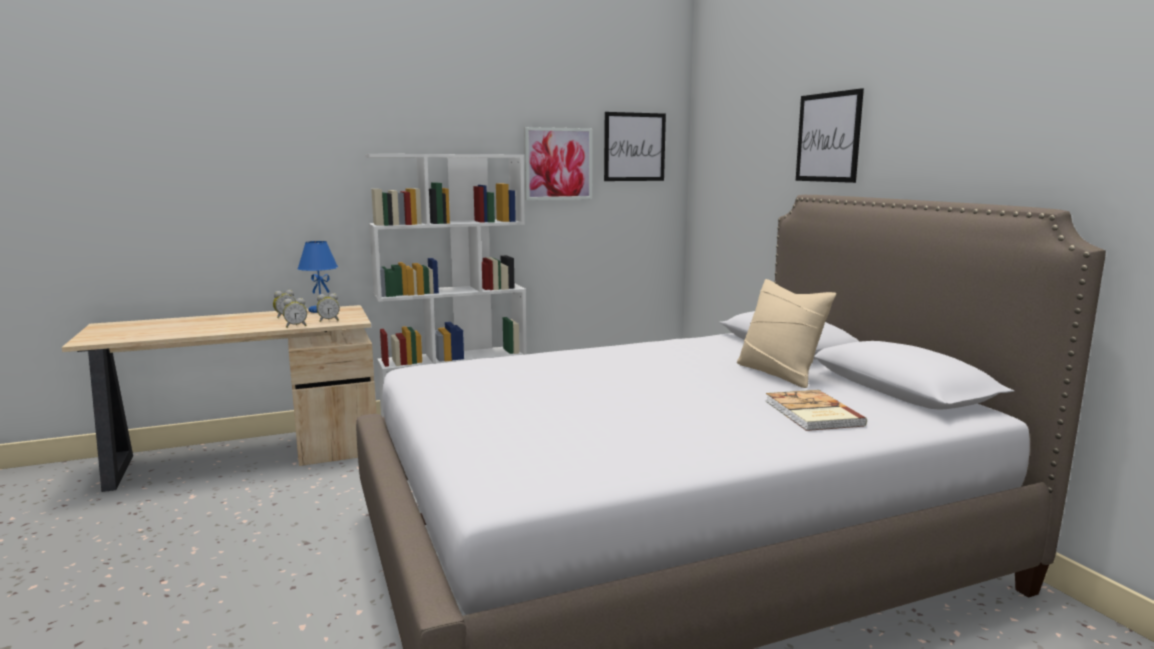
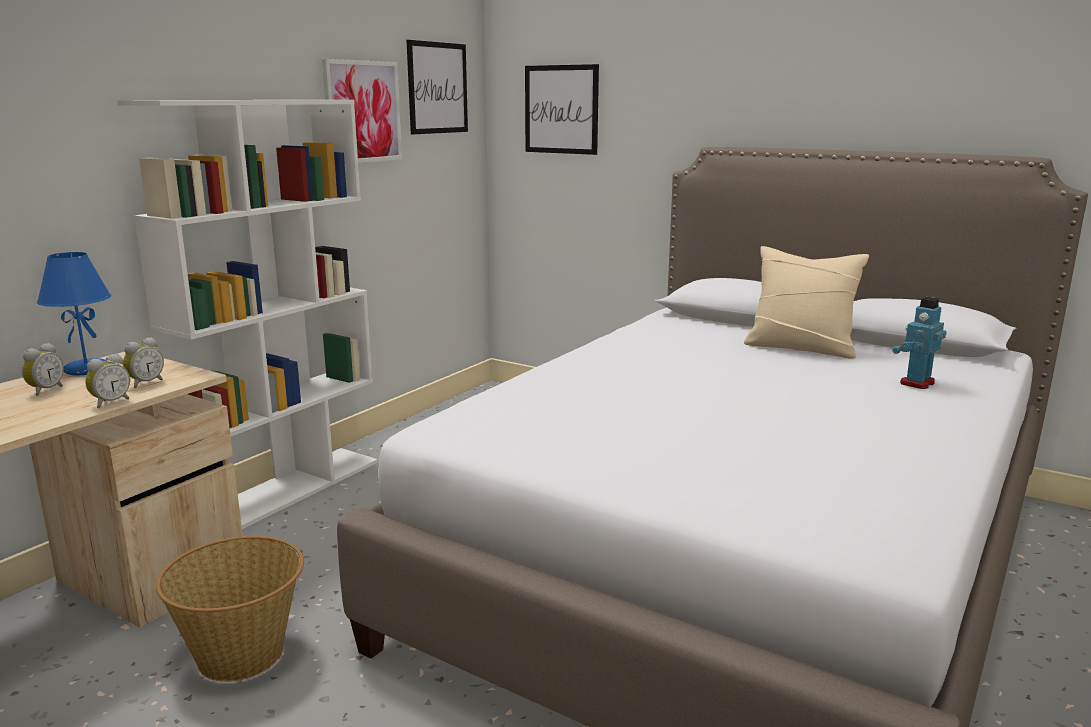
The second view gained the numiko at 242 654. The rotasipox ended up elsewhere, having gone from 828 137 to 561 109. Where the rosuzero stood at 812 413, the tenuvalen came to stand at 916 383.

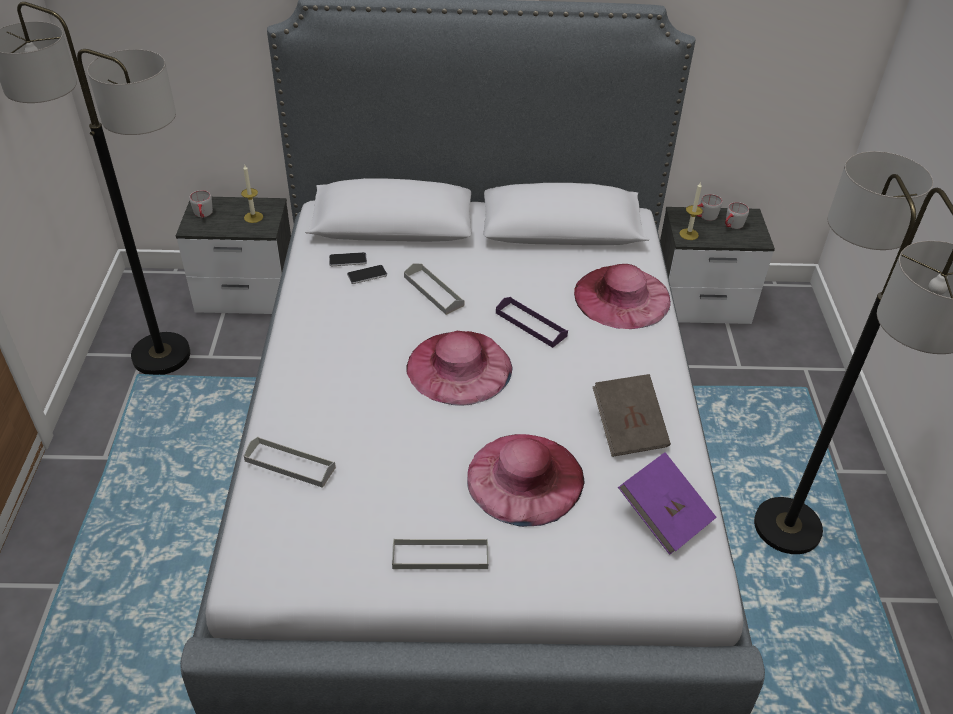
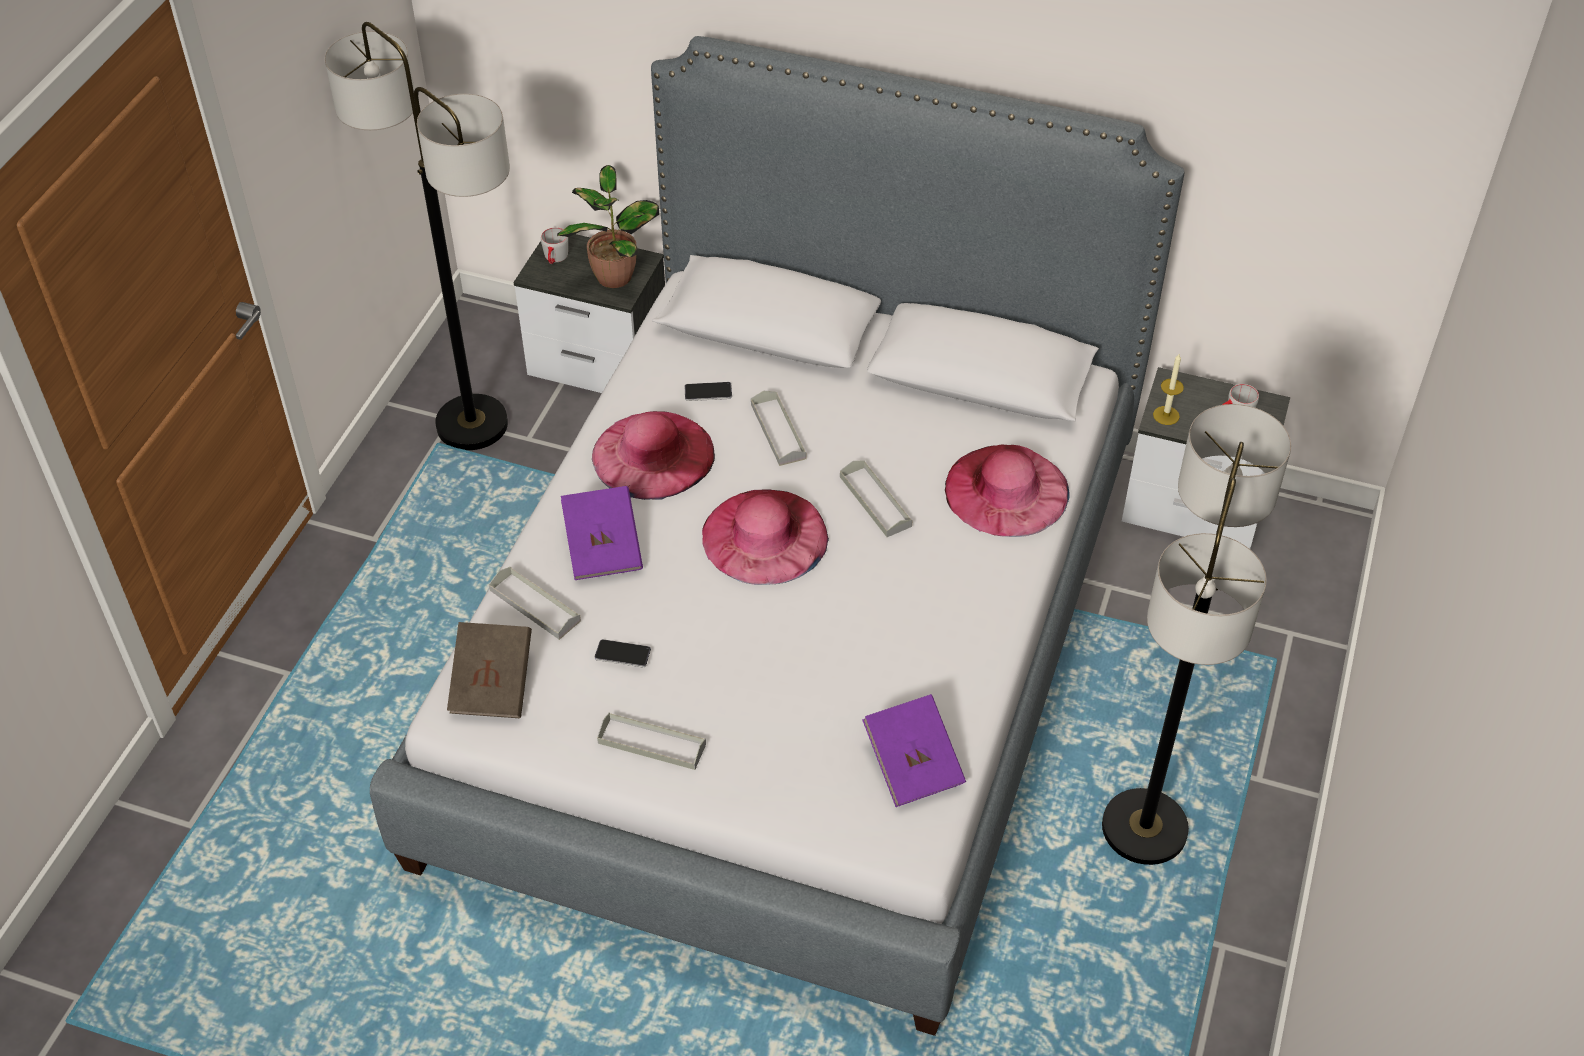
The brown_rosuzero ended up elsewhere, having gone from 629 428 to 493 685. Where the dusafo stood at 253 217, the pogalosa came to stand at 614 274. The second view gained the purple_rosuzero at 603 548. The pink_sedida ended up elsewhere, having gone from 525 478 to 653 454. The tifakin ended up elsewhere, having gone from 347 260 to 622 654. What was the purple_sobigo at 531 324 turned into the grey_sobigo at 875 501. The second view lost the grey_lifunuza at 704 216.

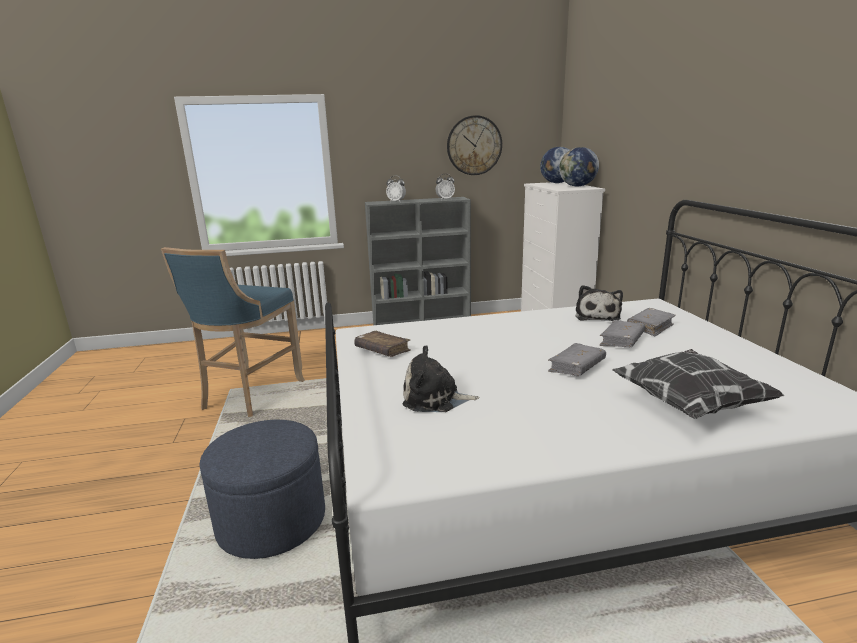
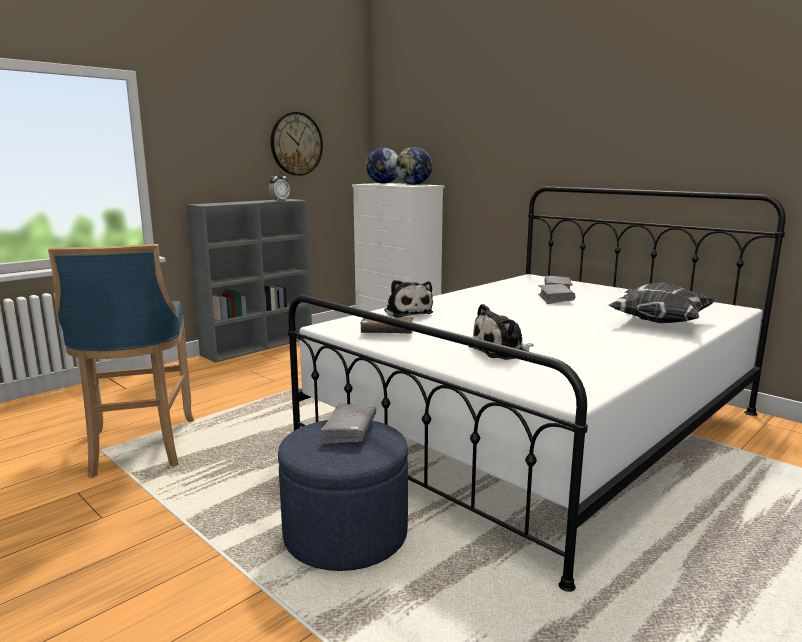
The grey_rosuzero ended up elsewhere, having gone from 576 367 to 349 432. The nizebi ended up elsewhere, having gone from 597 316 to 407 312. The second view lost the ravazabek at 396 201.

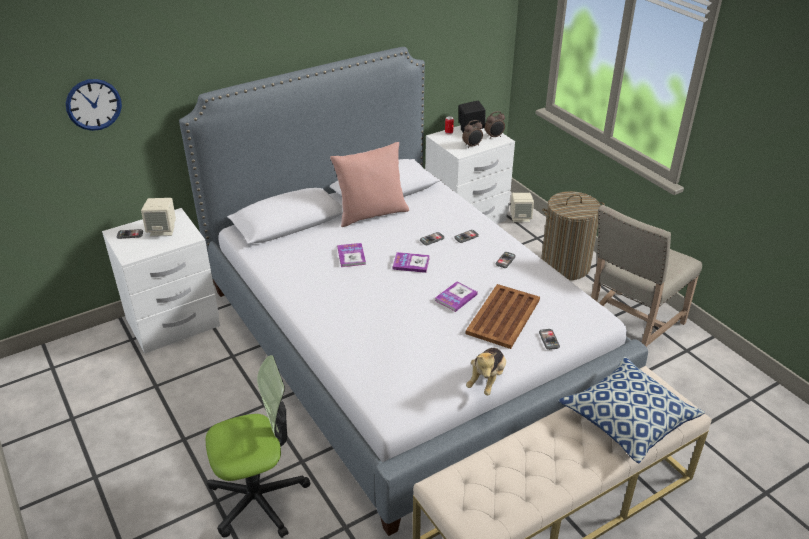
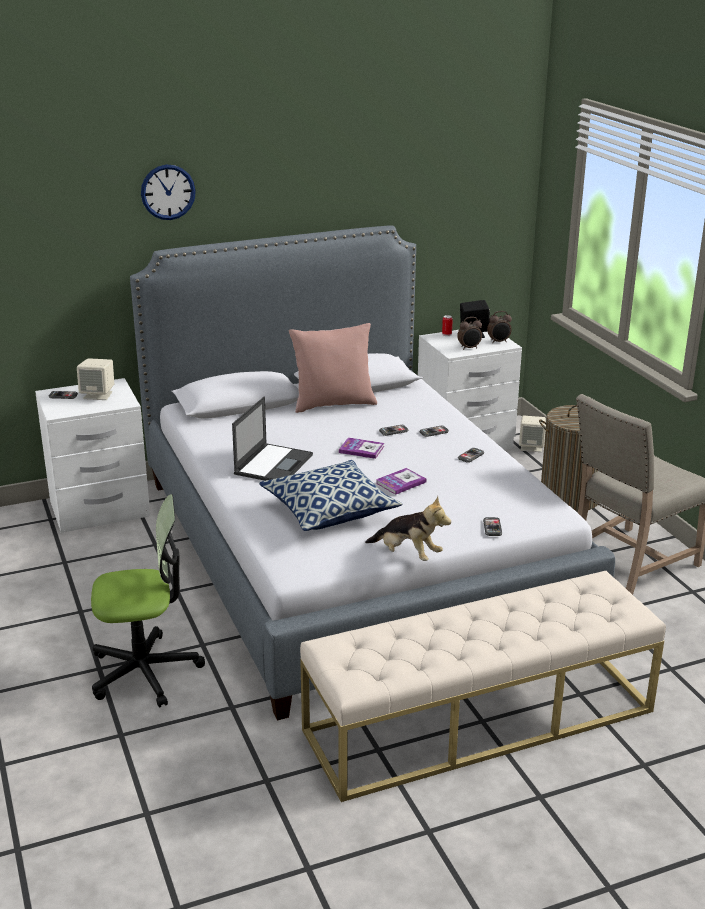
The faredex ended up elsewhere, having gone from 93 104 to 168 192. The second view gained the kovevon at 274 464. The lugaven ended up elsewhere, having gone from 627 419 to 329 511. The nizebi at 487 380 ended up facing another way, 90 degrees counterclockwise from before. The second view lost the rosuzero at 351 256. The second view lost the brown_sobigo at 504 316.

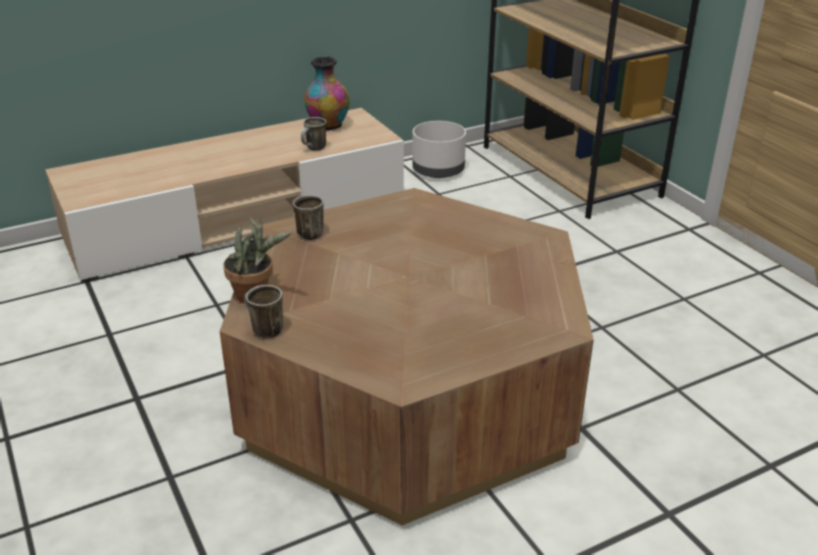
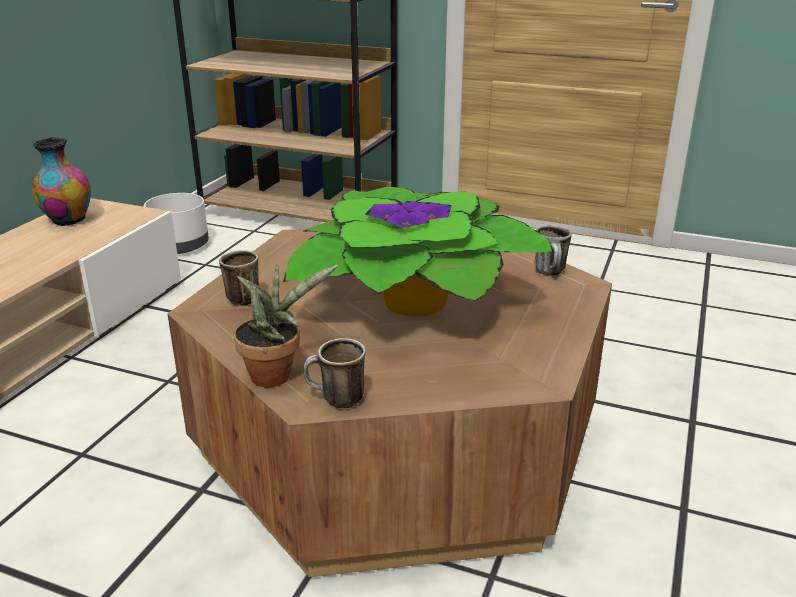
The second view gained the pogalosa at 411 298. The lifunuza ended up elsewhere, having gone from 314 149 to 551 273.

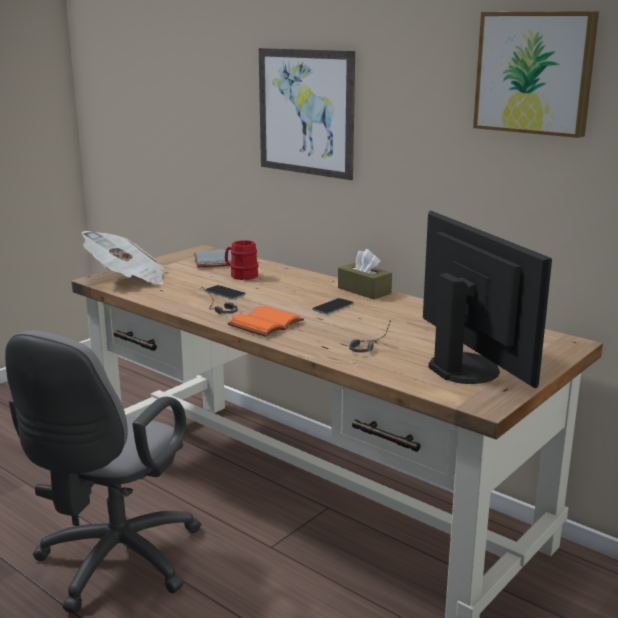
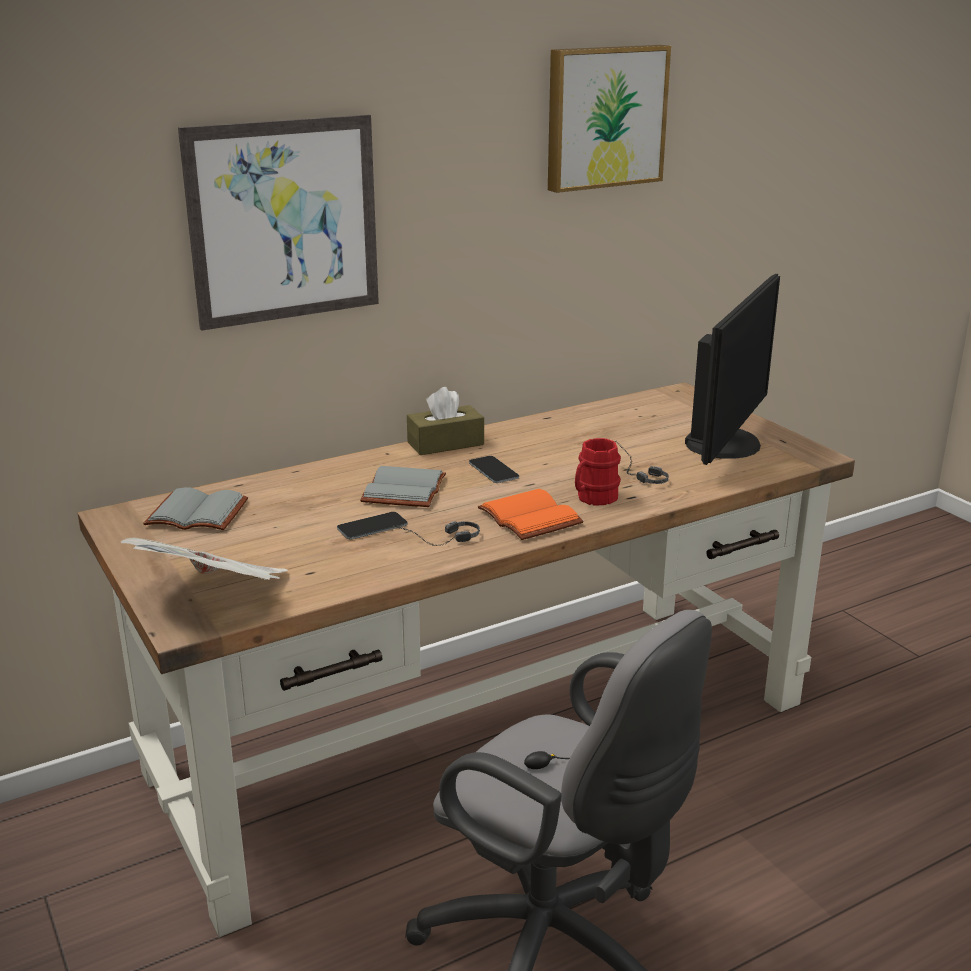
The second view gained the grey_rosuzero at 406 491. The red_lifunuza ended up elsewhere, having gone from 241 275 to 593 498. The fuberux at 467 368 ended up facing another way, 120 degrees clockwise from before.

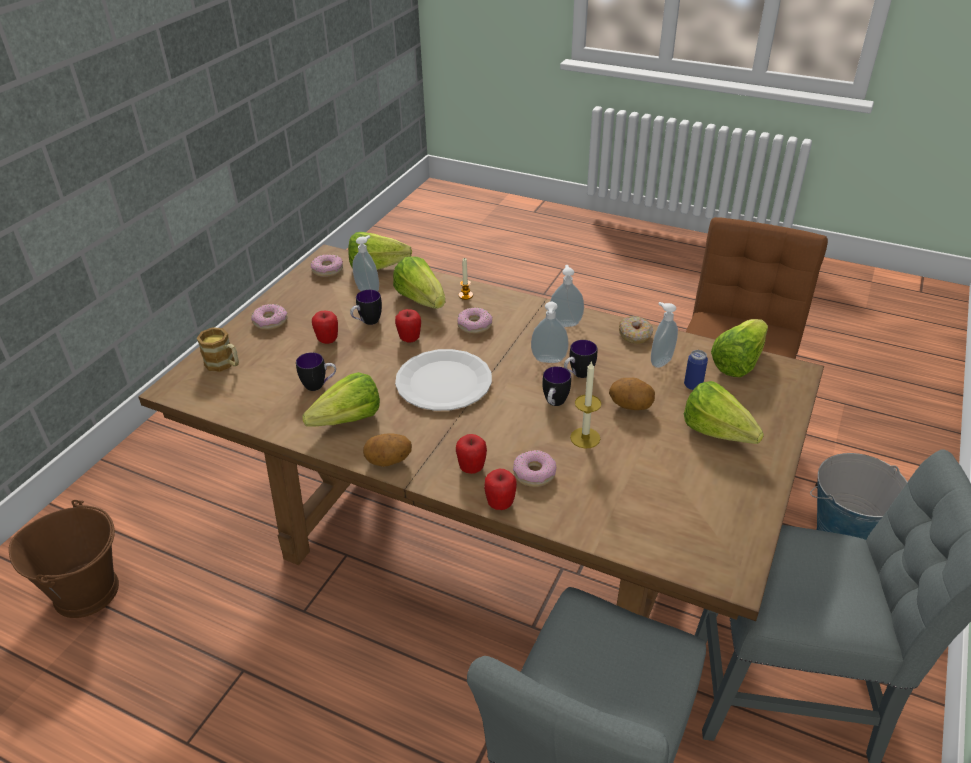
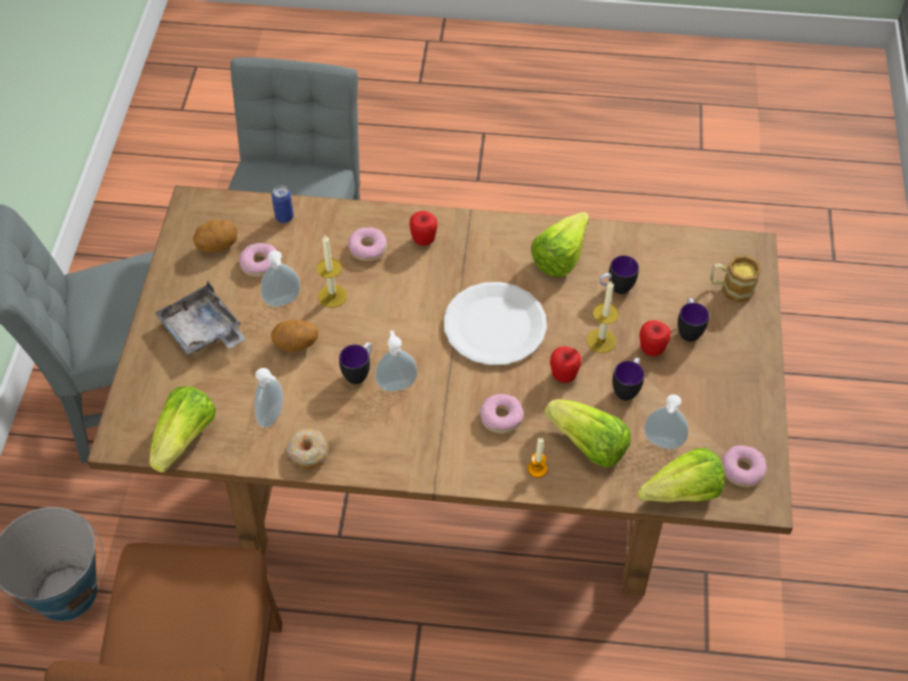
Where the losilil stood at 721 436, the grey_sobigo came to stand at 203 330. The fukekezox ended up elsewhere, having gone from 388 462 to 217 246. The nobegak ended up elsewhere, having gone from 270 321 to 260 264. The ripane ended up elsewhere, having gone from 565 323 to 283 302. The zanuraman ended up elsewhere, having gone from 693 385 to 284 217. The second view gained the dusafo at 601 341. The lifunuza ended up elsewhere, having gone from 554 404 to 688 330. The second view lost the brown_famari at 87 591. The second view lost the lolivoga at 500 504.

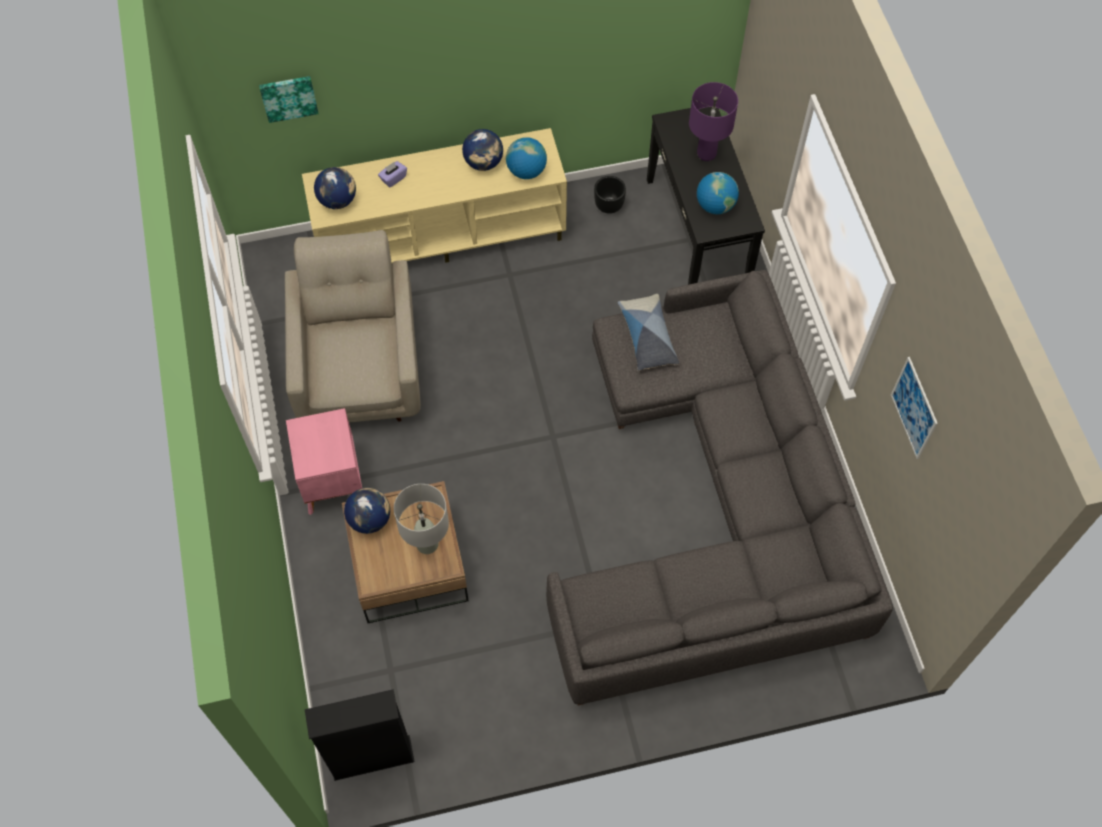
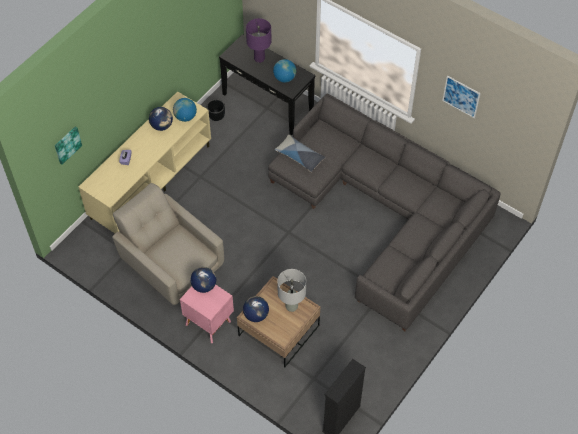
The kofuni ended up elsewhere, having gone from 338 200 to 204 286.

